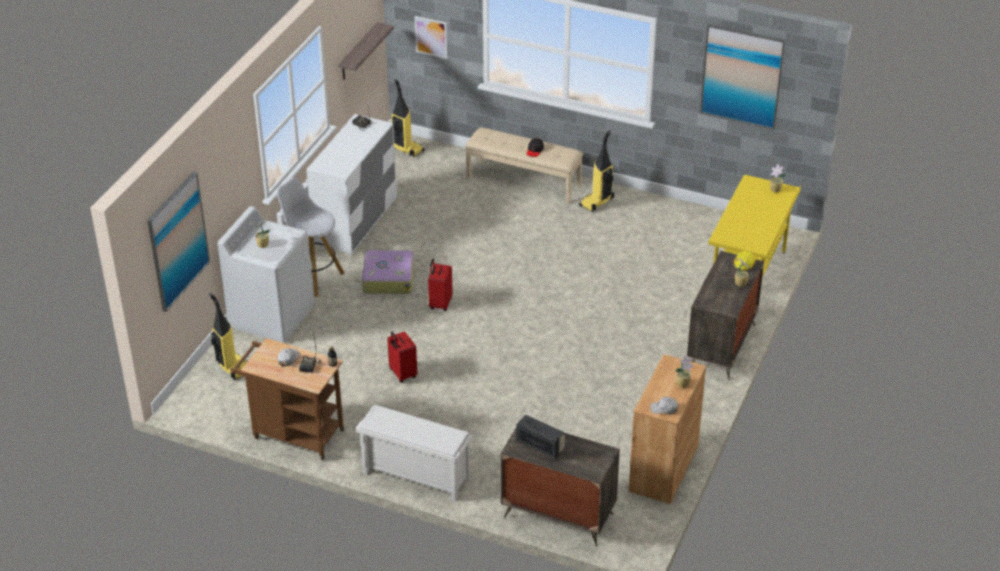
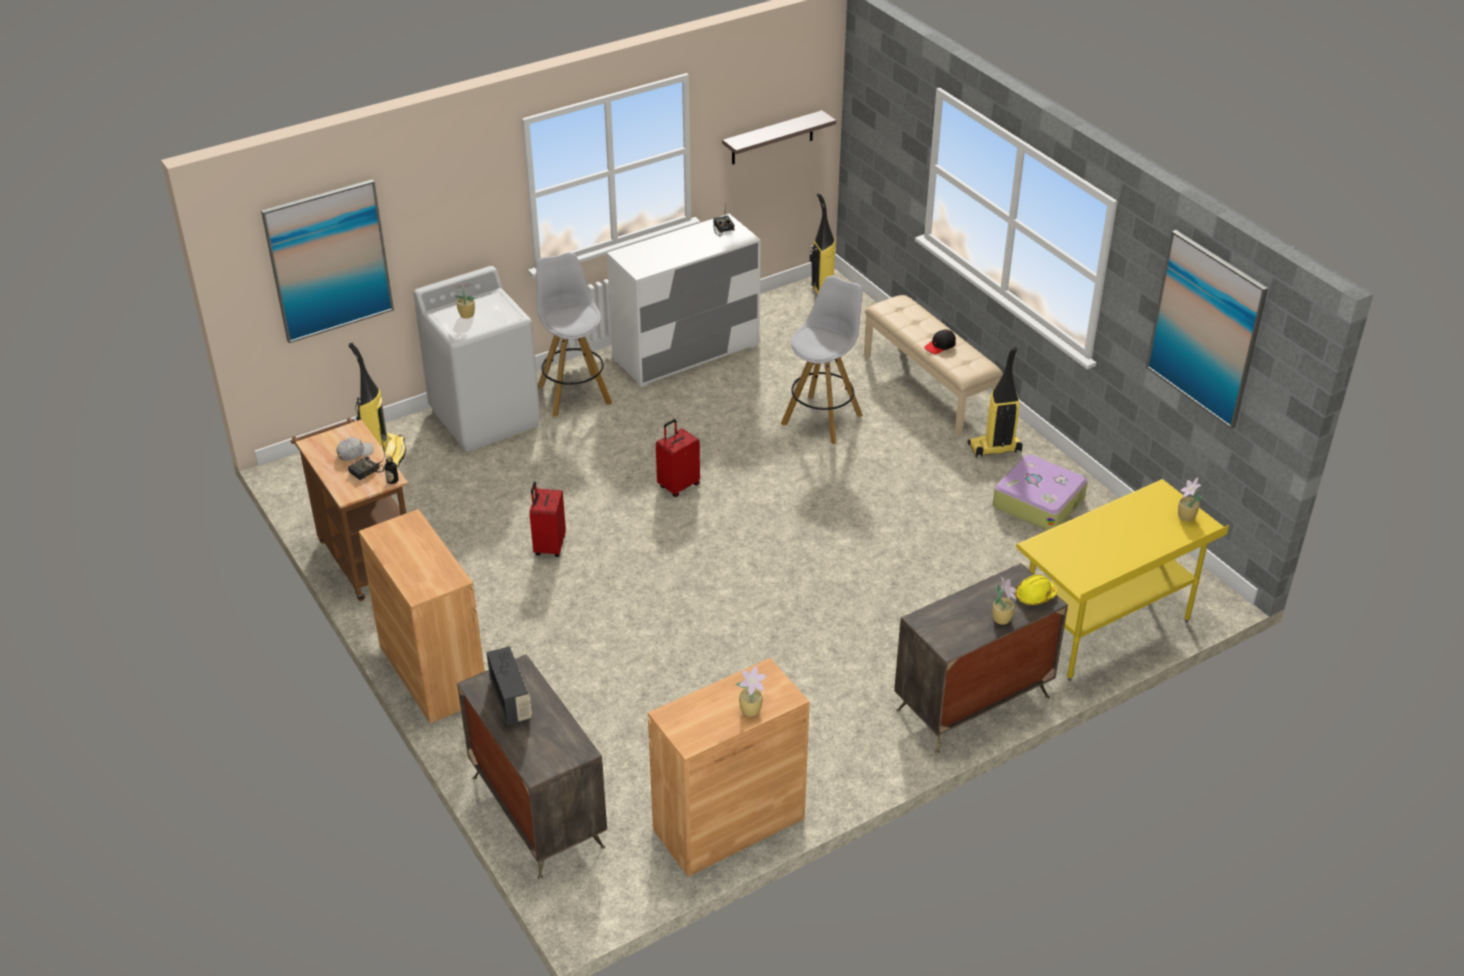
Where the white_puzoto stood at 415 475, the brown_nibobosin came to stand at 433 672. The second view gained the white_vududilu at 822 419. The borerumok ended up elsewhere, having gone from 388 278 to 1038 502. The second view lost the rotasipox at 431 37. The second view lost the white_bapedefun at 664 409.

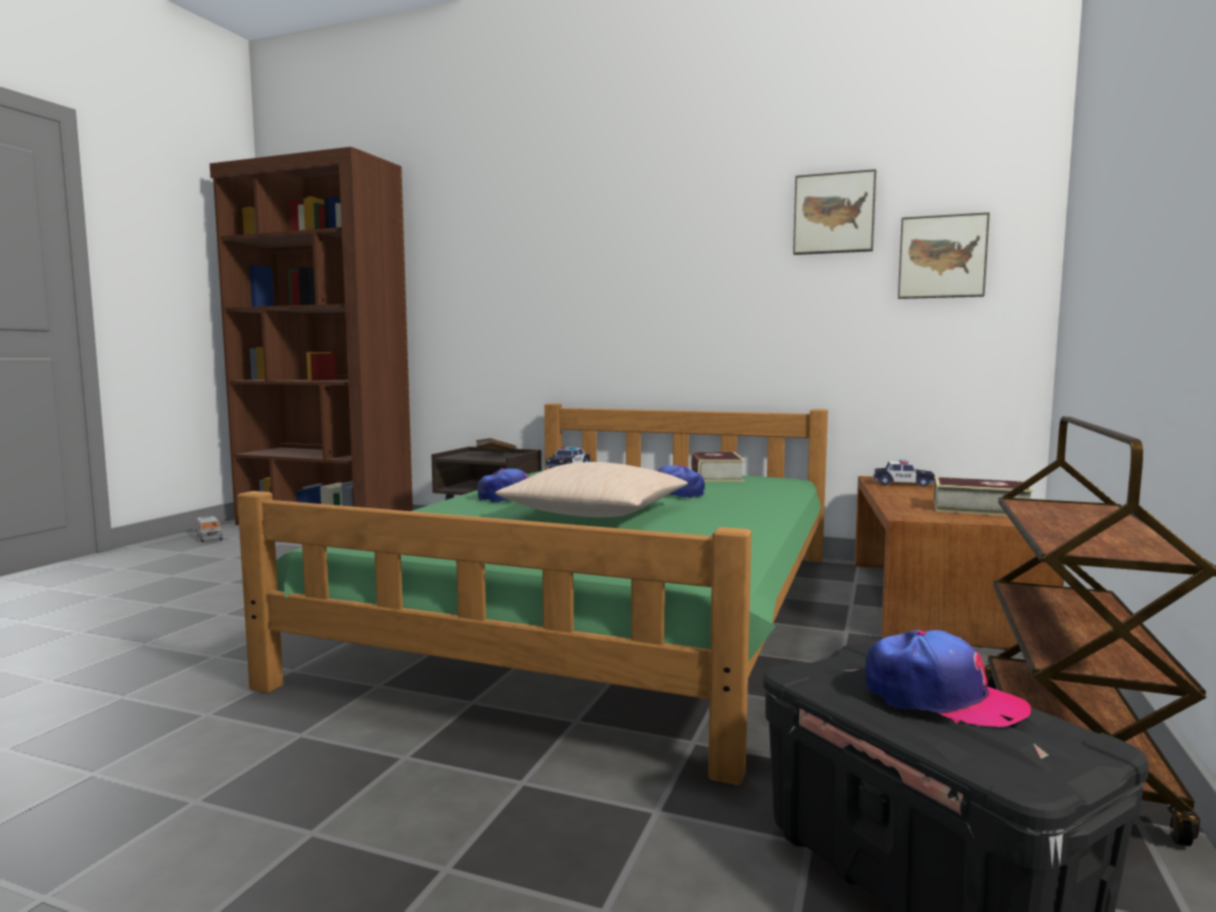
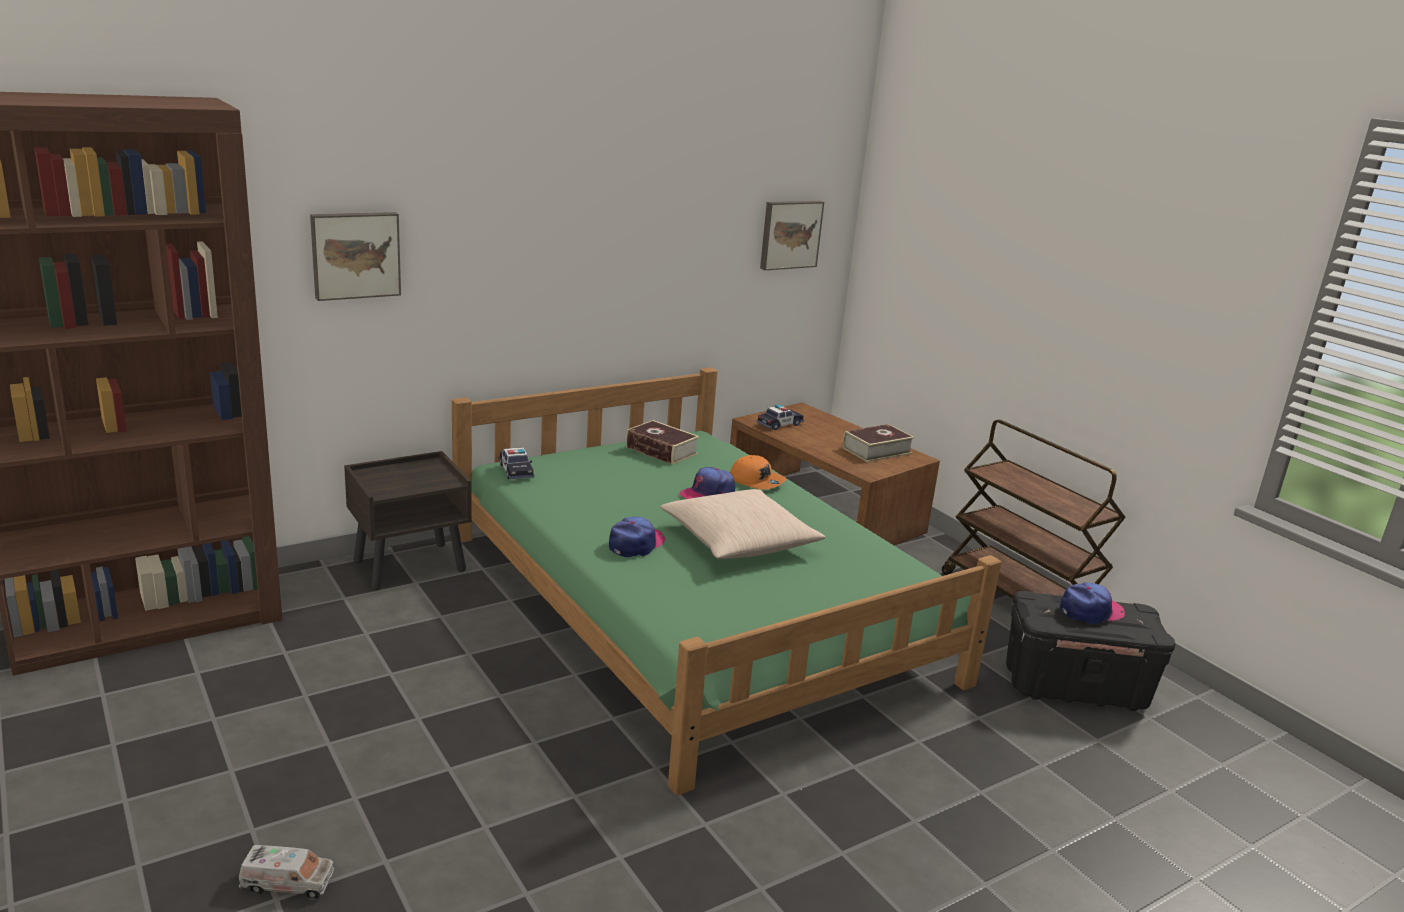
The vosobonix ended up elsewhere, having gone from 209 537 to 288 883. The rotasipox ended up elsewhere, having gone from 834 214 to 355 254. The second view gained the orange_bapedefun at 757 481. The second view lost the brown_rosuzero at 496 455.

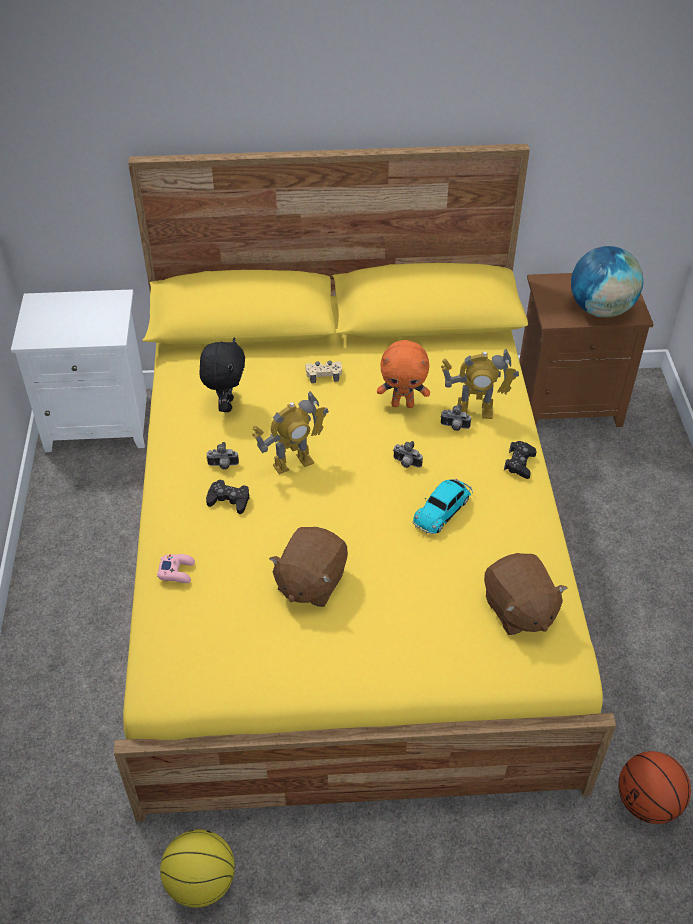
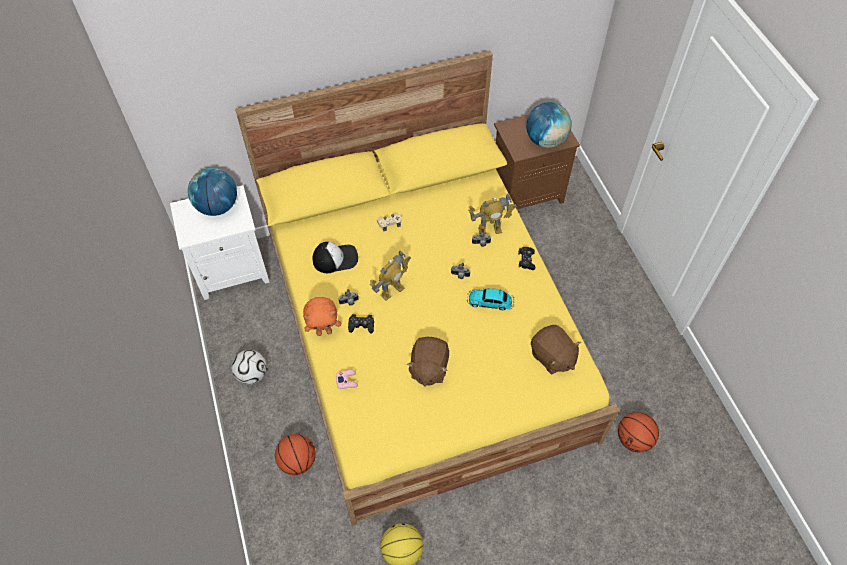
The second view gained the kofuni at 217 206. The second view gained the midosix at 252 374. The second view gained the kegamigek at 297 461. The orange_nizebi ended up elsewhere, having gone from 403 404 to 324 332. Where the black_nizebi stood at 226 404, the bapedefun came to stand at 335 258. The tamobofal at 443 509 ended up facing another way, 75 degrees clockwise from before.

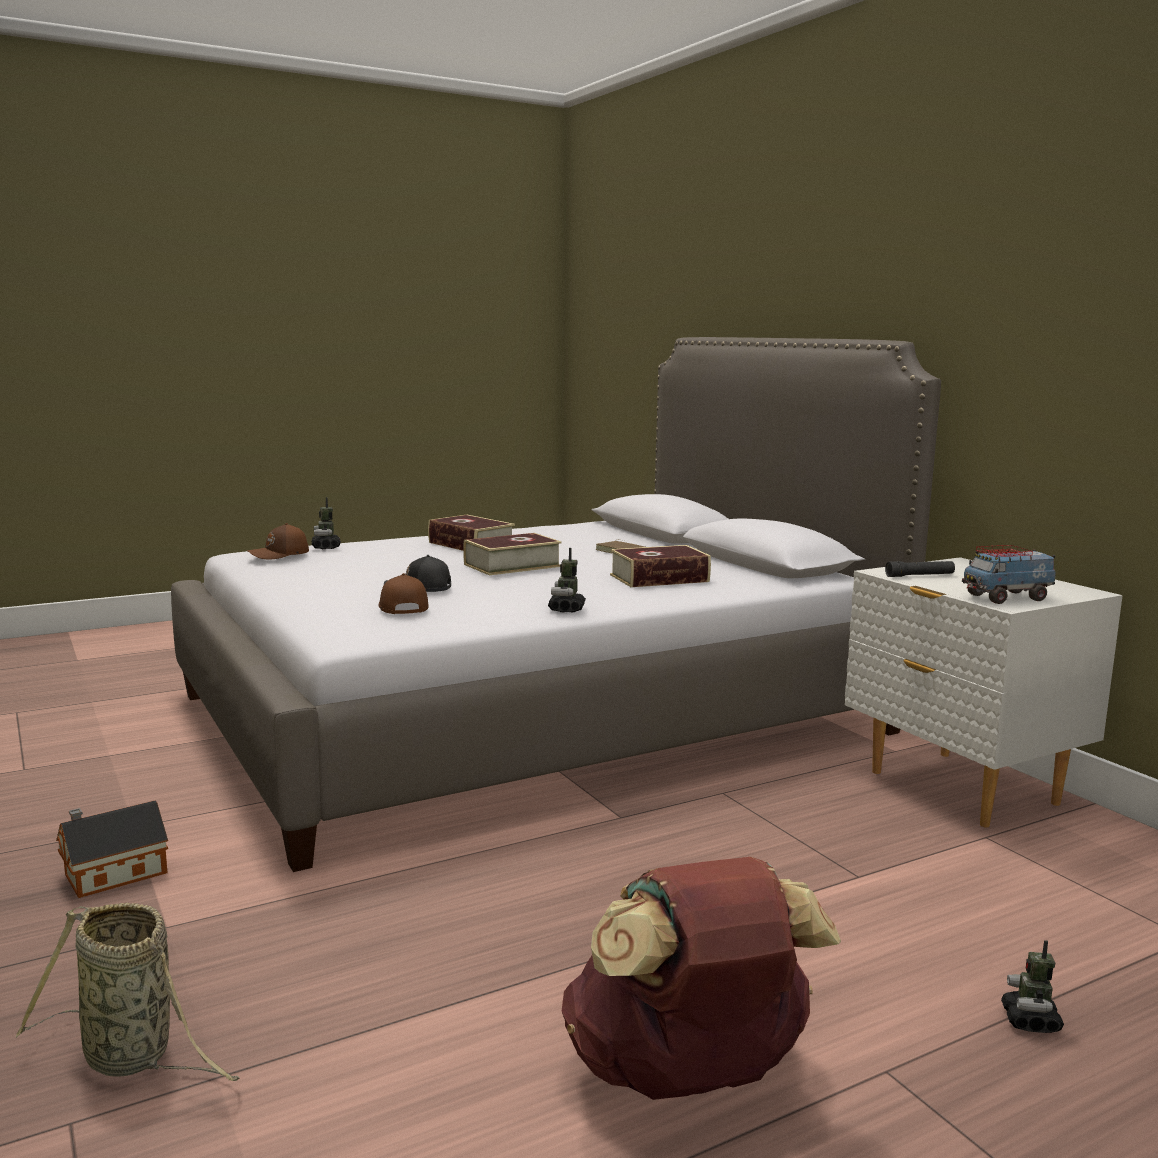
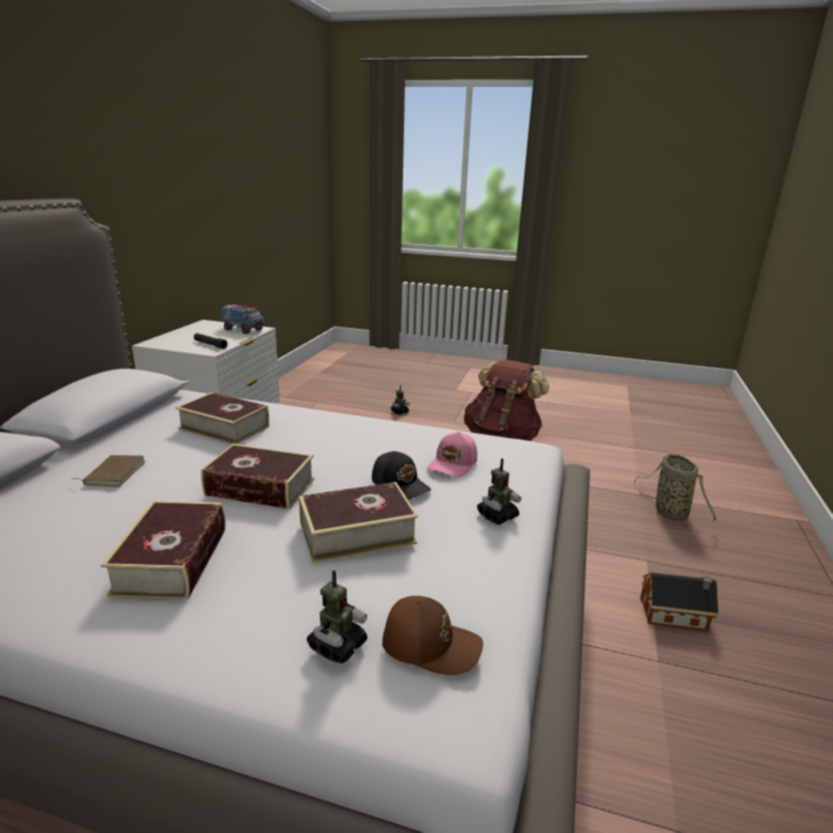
The second view gained the rosuzero at 357 533. What was the brown_bapedefun at 401 608 turned into the pink_bapedefun at 454 464. The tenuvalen ended up elsewhere, having gone from 566 609 to 497 516.

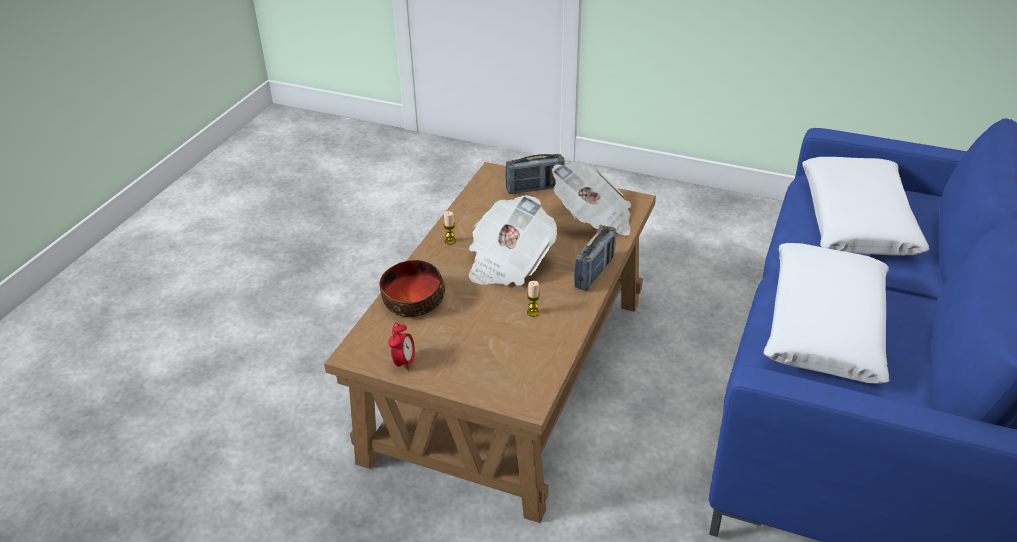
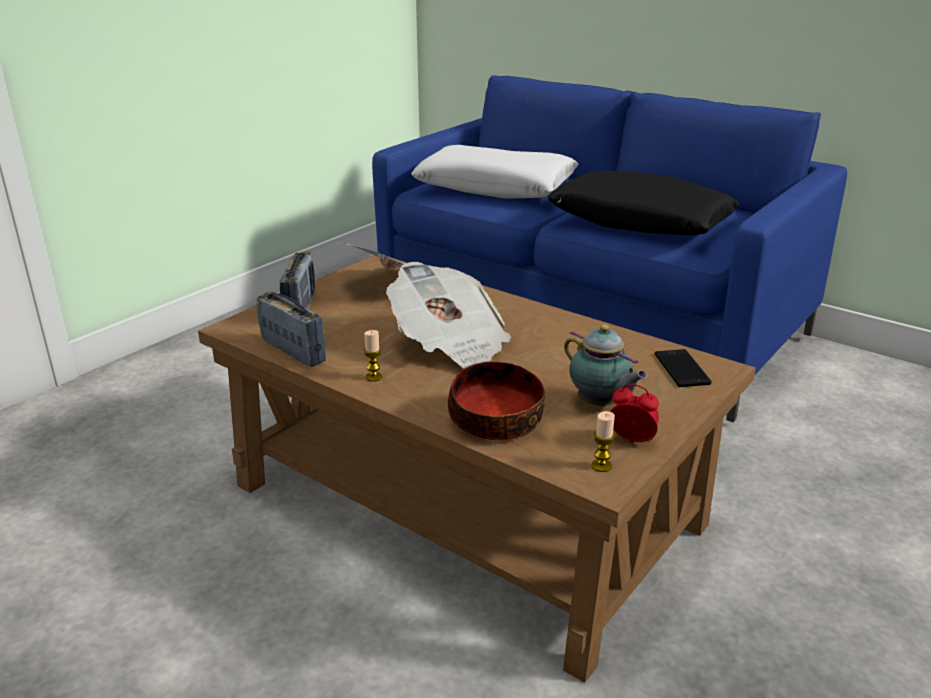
The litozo ended up elsewhere, having gone from 594 273 to 293 351. What was the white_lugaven at 824 325 turned into the black_lugaven at 640 222. The second view gained the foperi at 600 405. The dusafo ended up elsewhere, having gone from 533 312 to 601 466. The second view gained the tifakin at 681 369.

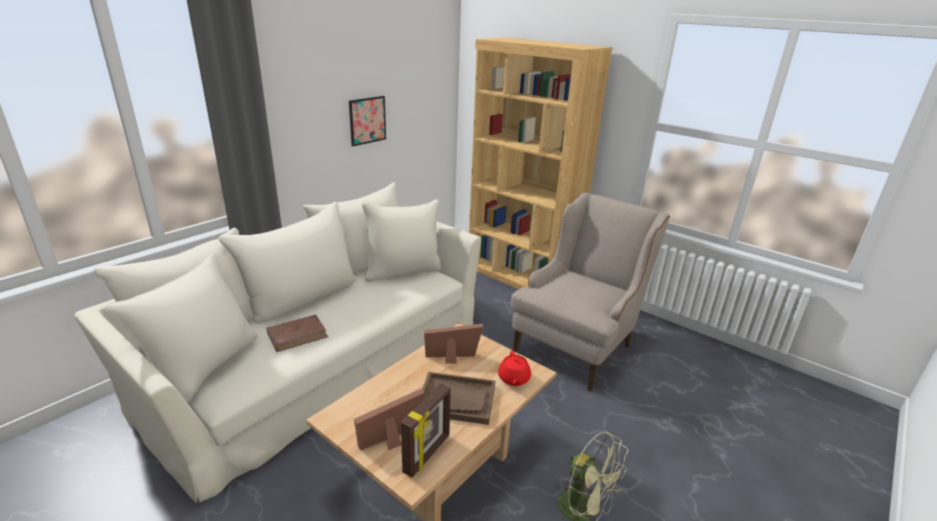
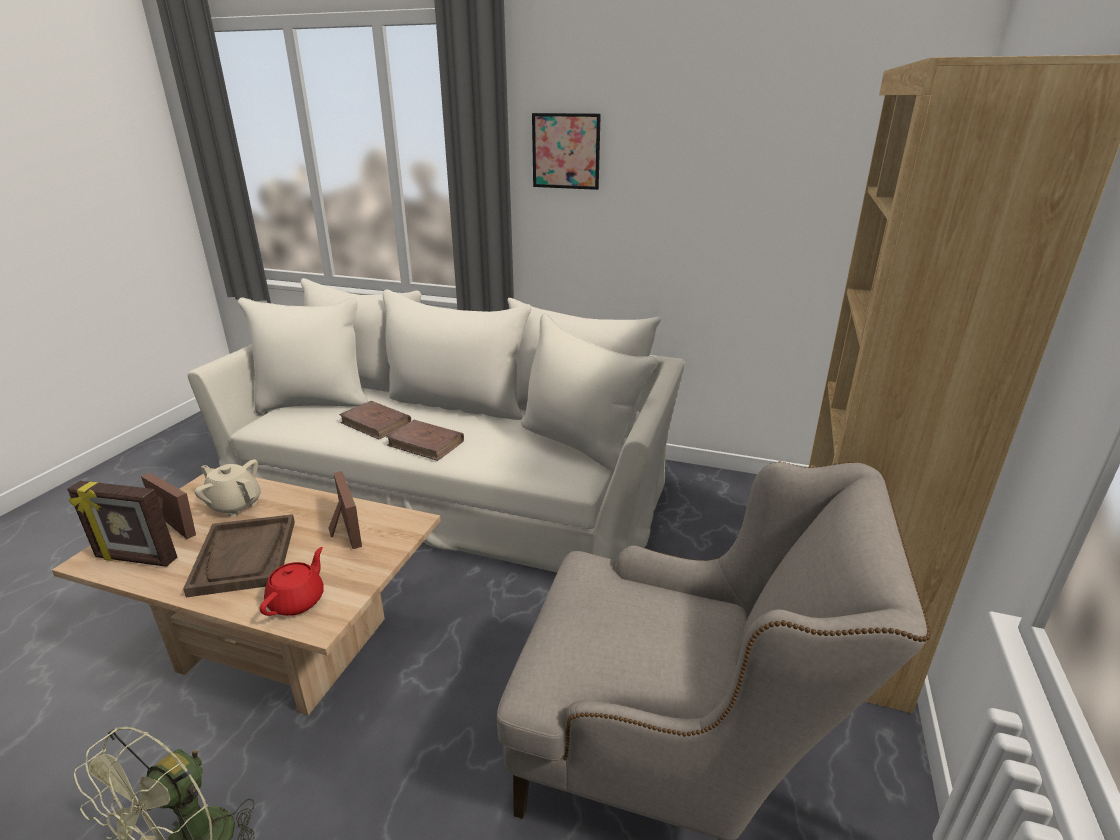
The second view gained the beige_foperi at 235 505. The red_foperi at 513 379 ended up facing another way, 135 degrees clockwise from before. The second view gained the brown_rosuzero at 426 443. The rotasipox ended up elsewhere, having gone from 367 120 to 566 151.

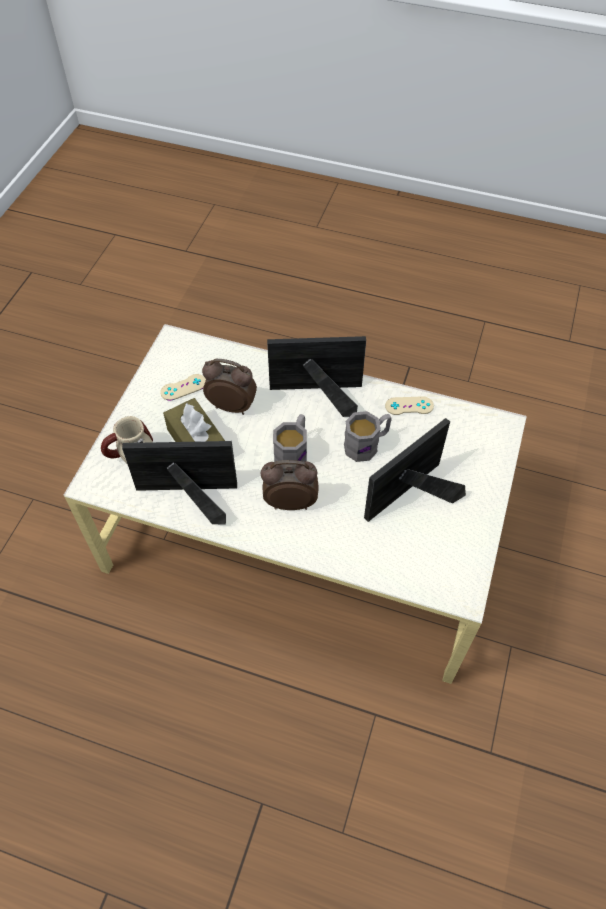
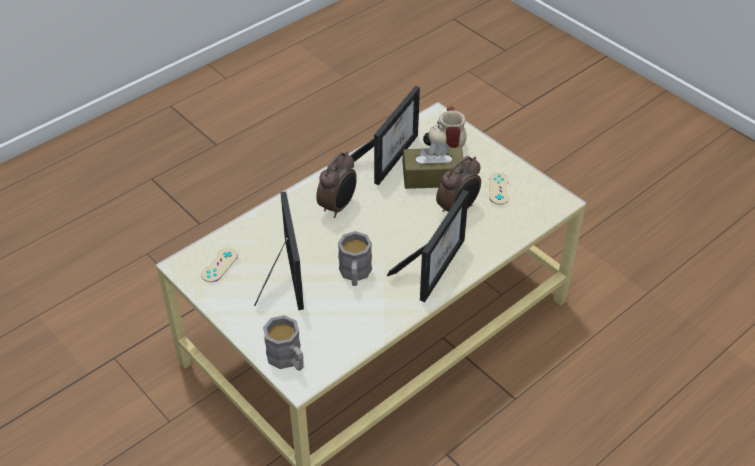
The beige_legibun ended up elsewhere, having gone from 409 406 to 219 265. The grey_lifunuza ended up elsewhere, having gone from 293 452 to 288 359.

